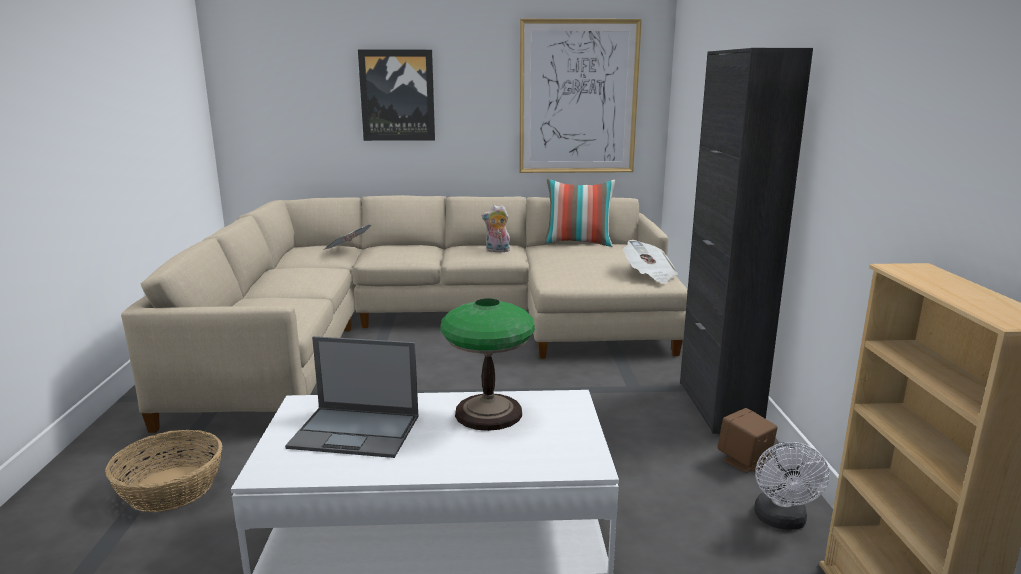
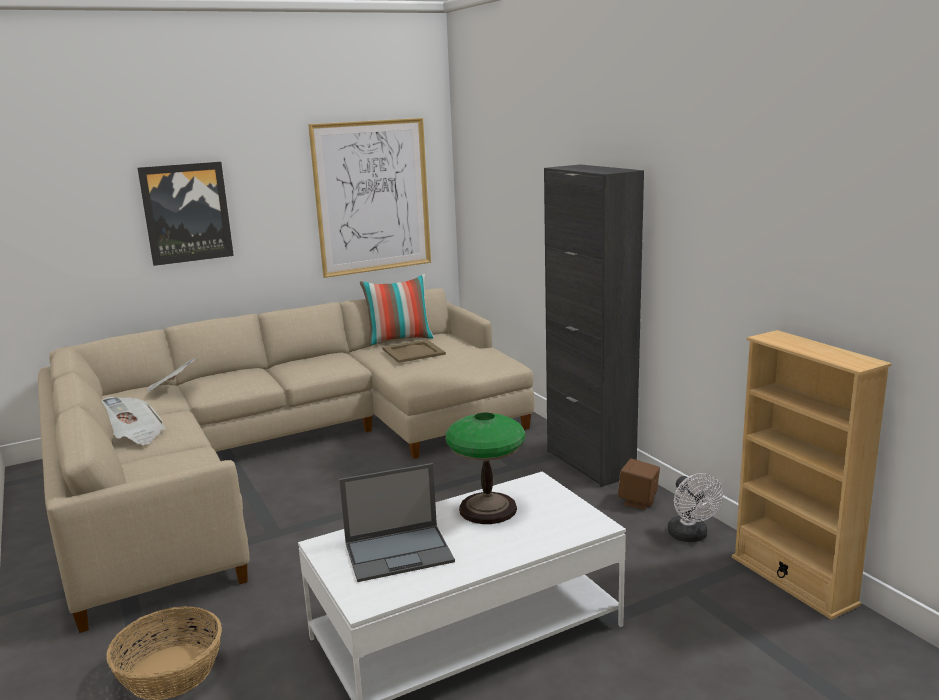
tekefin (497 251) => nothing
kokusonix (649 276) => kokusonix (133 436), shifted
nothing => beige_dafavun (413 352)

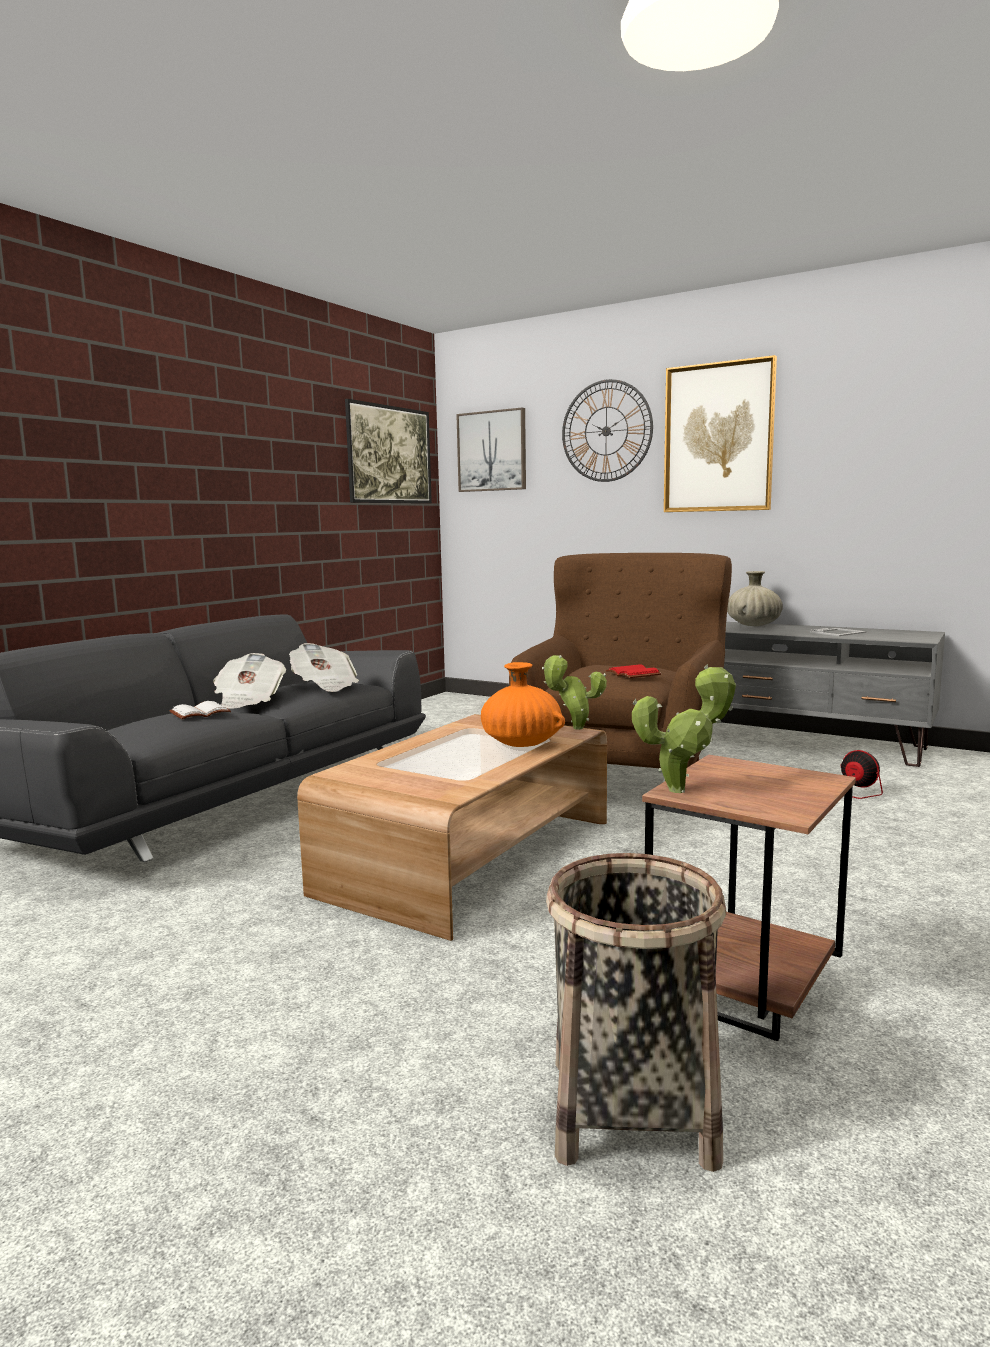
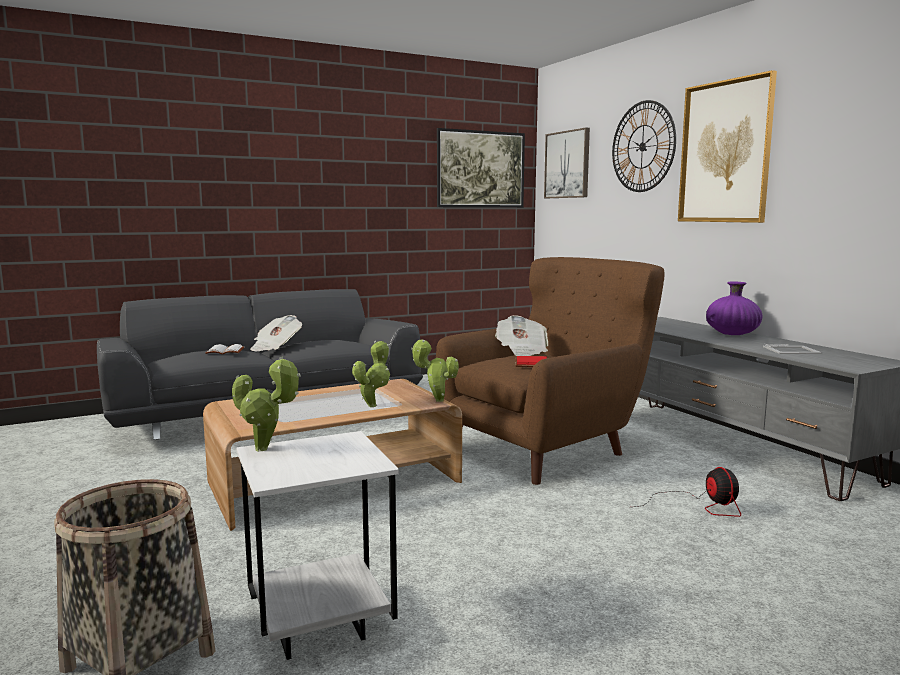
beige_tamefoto (753 625) => purple_tamefoto (732 334)
kokusonix (325 686) => kokusonix (521 351), shifted
orange_tamefoto (521 744) => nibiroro (373 405)
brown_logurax (746 1000) => white_logurax (319 628)

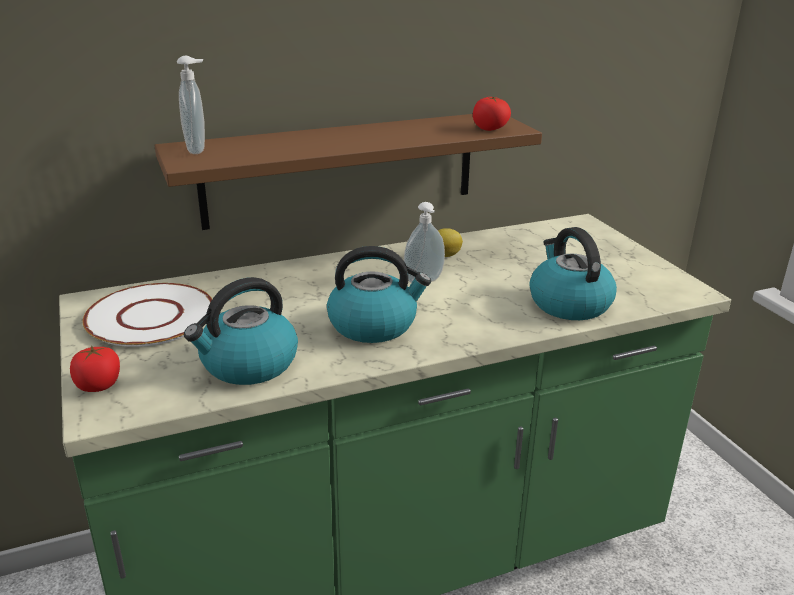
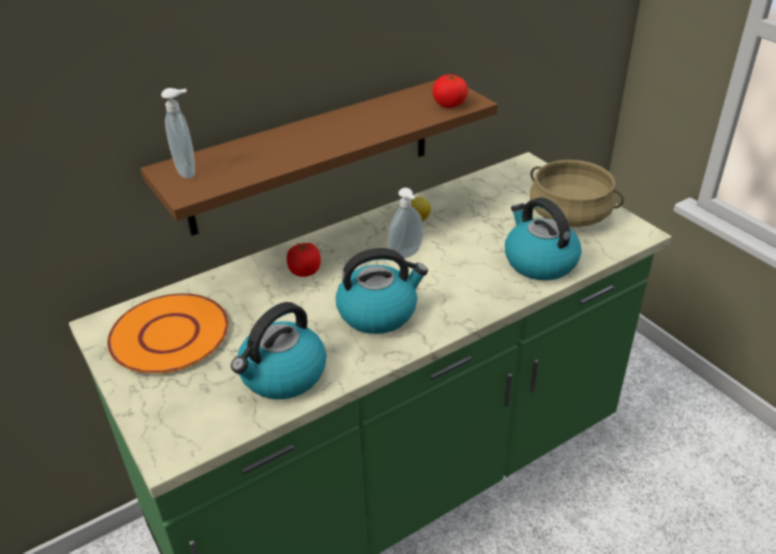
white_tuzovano (151 317) => orange_tuzovano (170 335)
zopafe (98 385) => zopafe (305 271), shifted
nothing => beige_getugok (570 215)

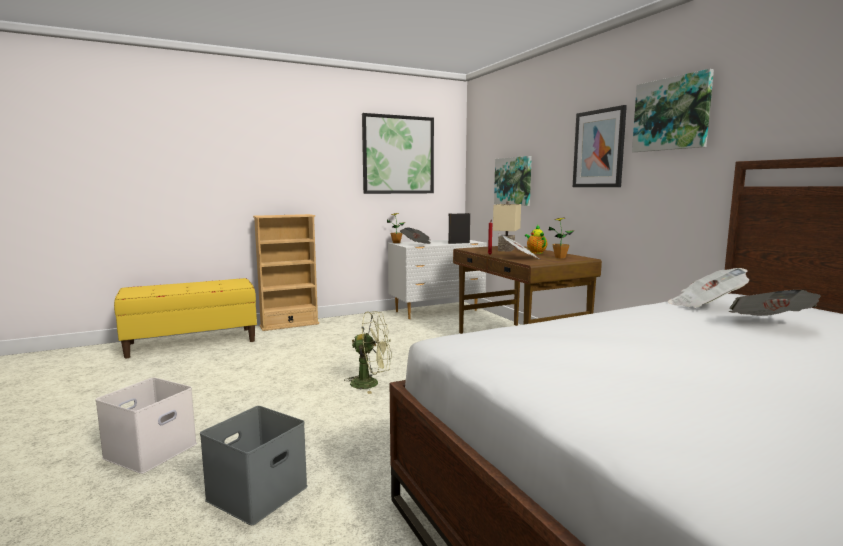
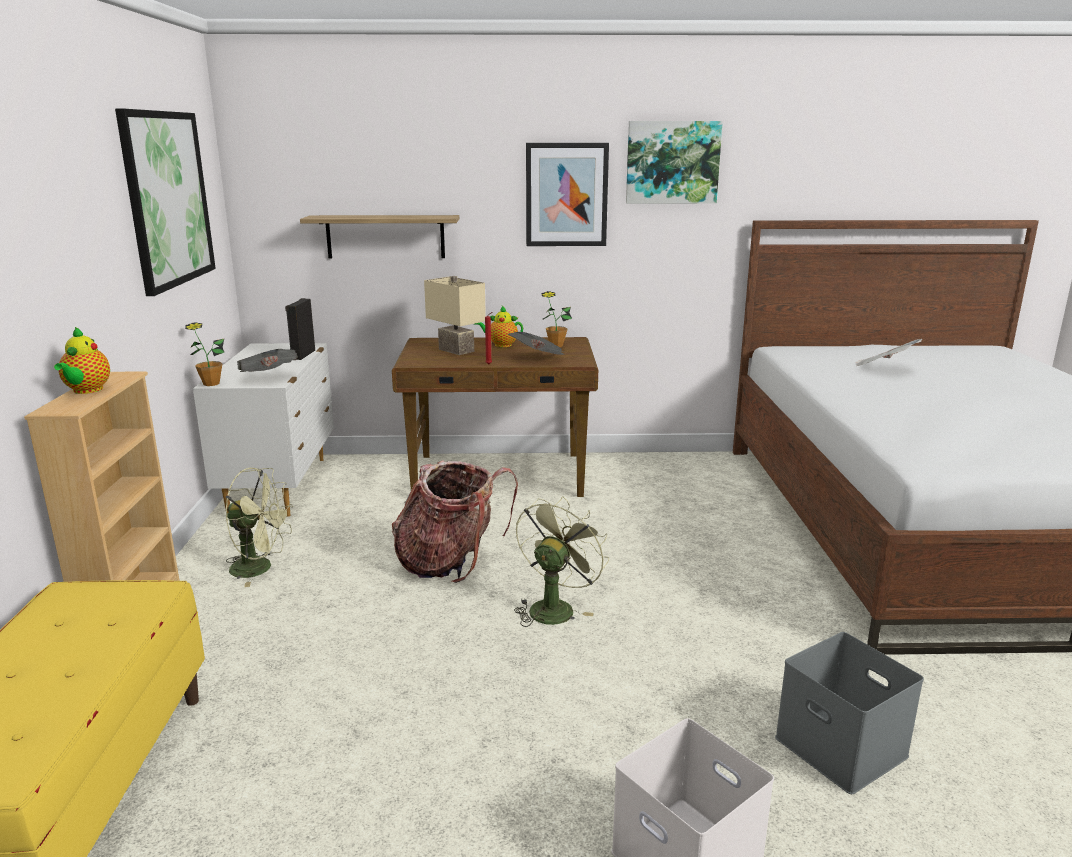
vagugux (513 181) => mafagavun (385 236)
kokusonix (705 305) => nothing
nothing => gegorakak (86 390)
nothing => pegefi (451 563)
nothing => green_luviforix (260 568)

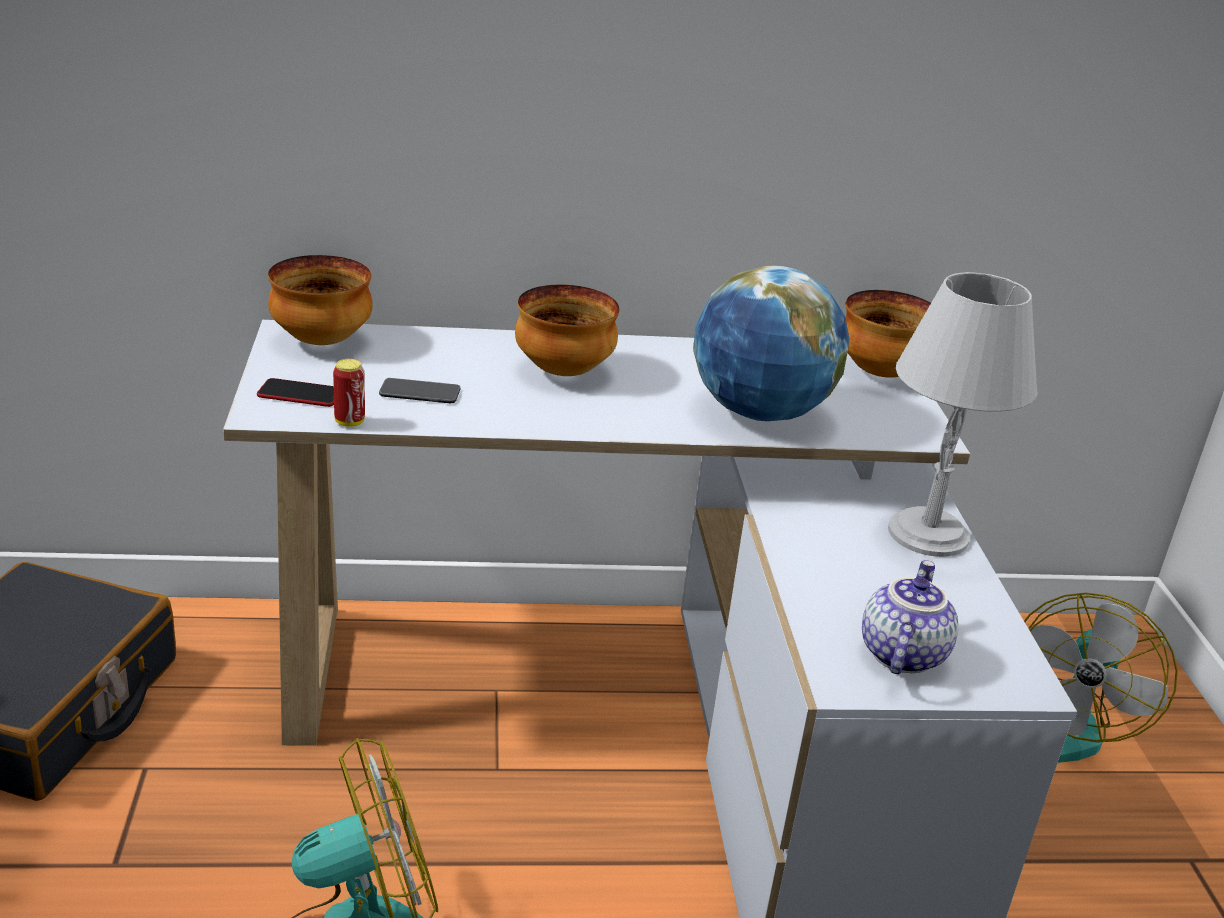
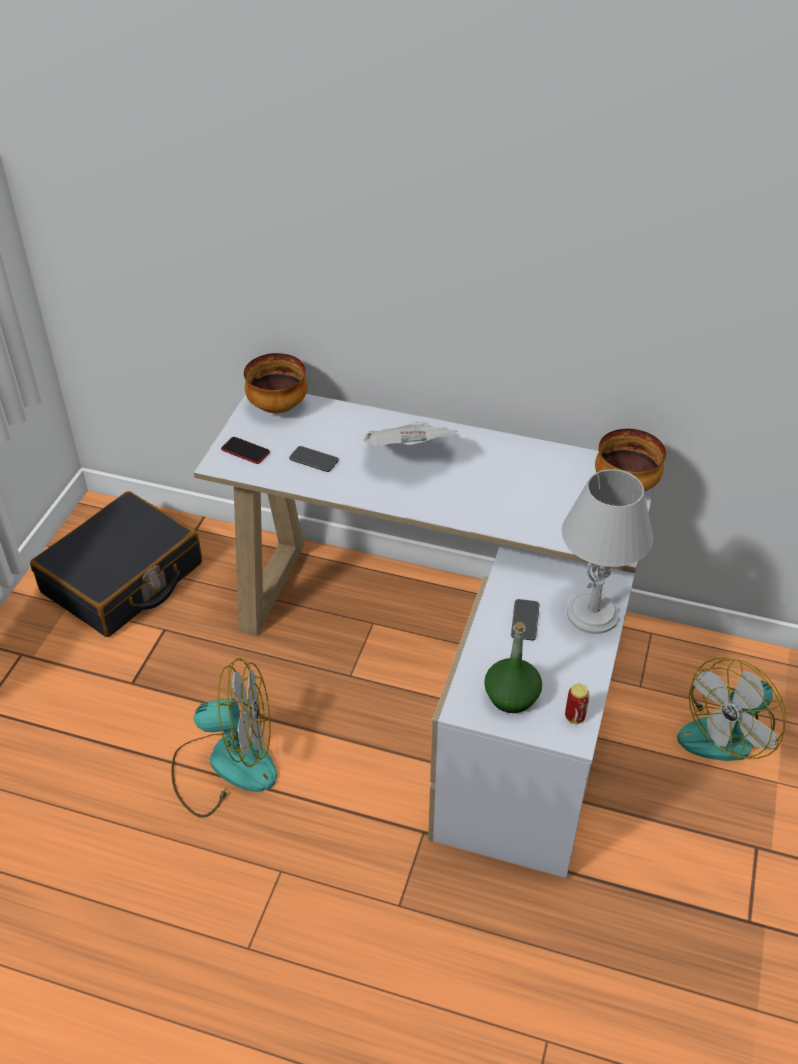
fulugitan (759 413) => nothing
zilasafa (562 371) => kokusonix (409 453)
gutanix (349 422) => gutanix (574 717), shifted
gegorakak (900 653) => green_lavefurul (511 696)
nothing => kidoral (525 620)

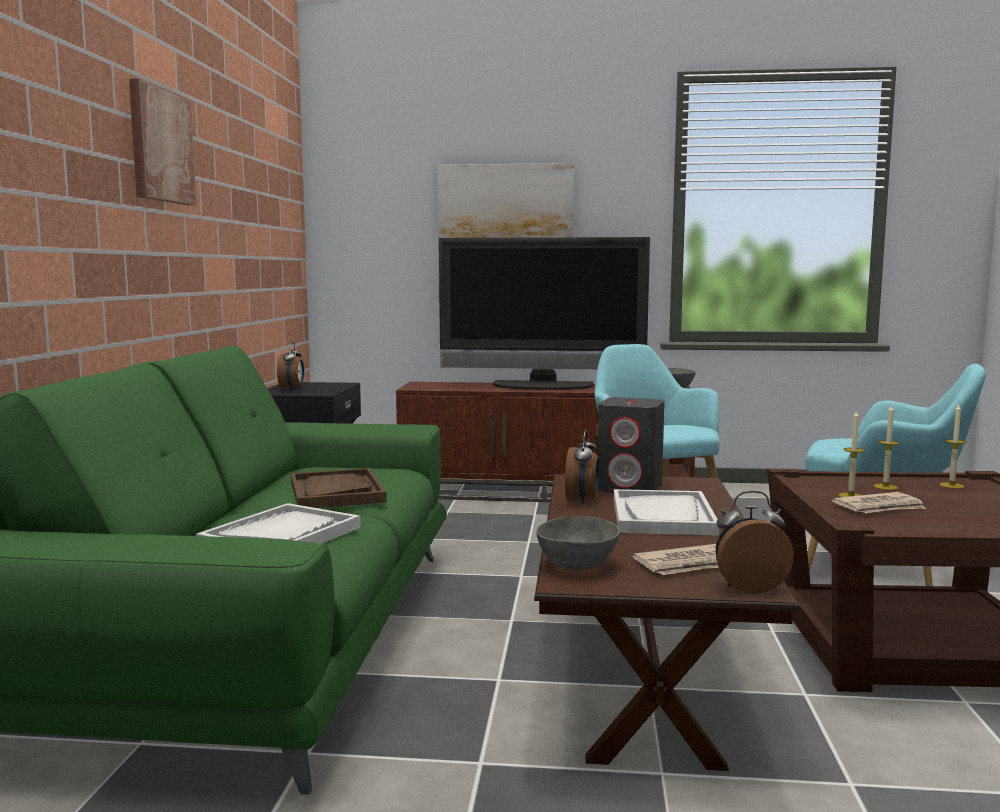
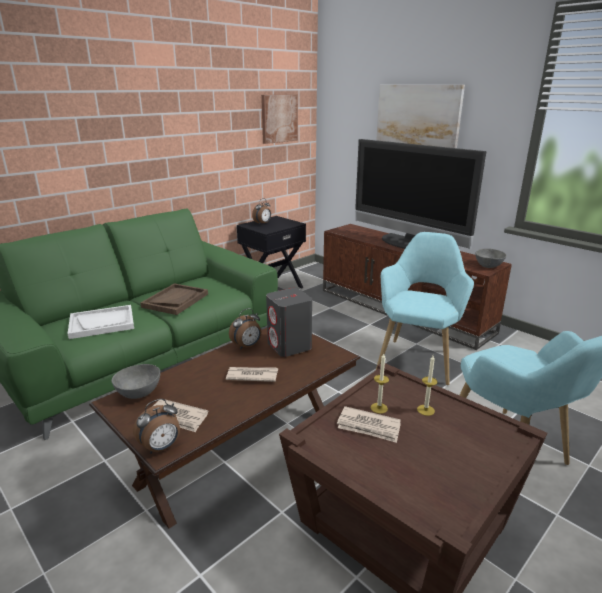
vagugux (160 146) => vagugux (279 118), shifted
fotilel (951 485) => nothing
white_dafavun (662 516) => kokusonix (251 376)
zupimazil (748 587) => zupimazil (161 447), 105 degrees clockwise

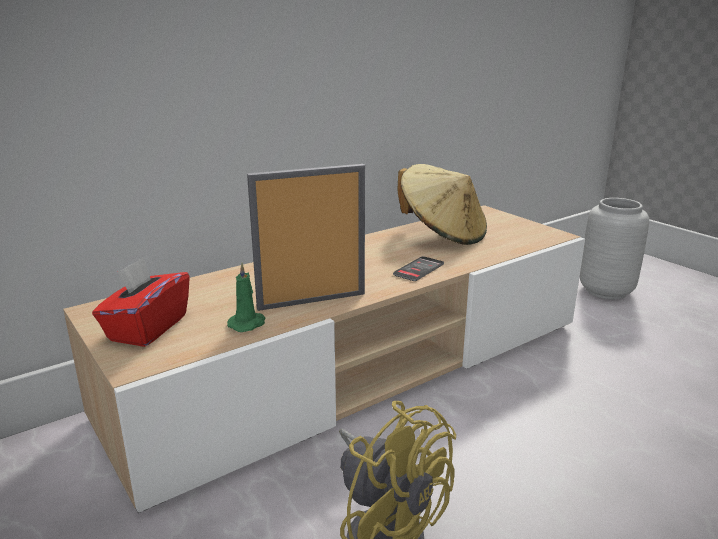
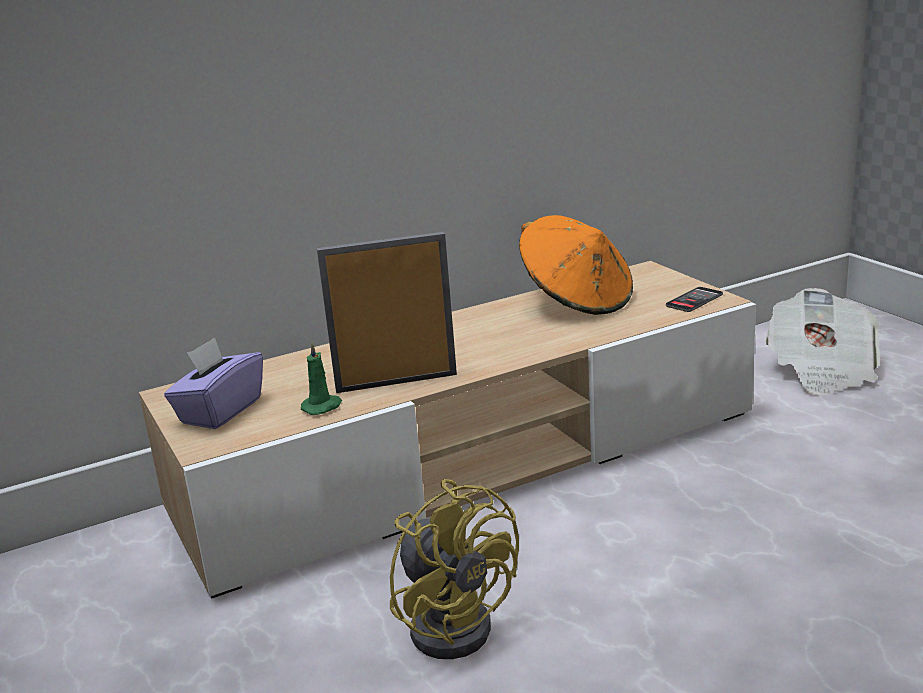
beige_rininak (442 234) => orange_rininak (577 301)
grey_tamefoto (606 291) => kokusonix (821 370)
kidoral (419 269) => kidoral (694 300), shifted
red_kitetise (147 328) => purple_kitetise (220 411)

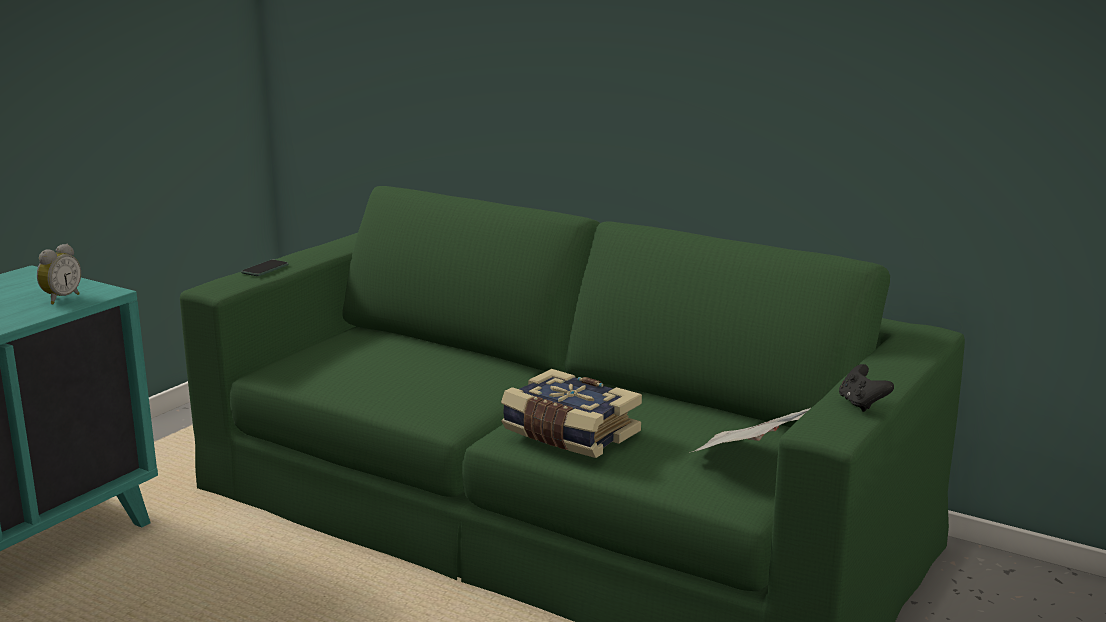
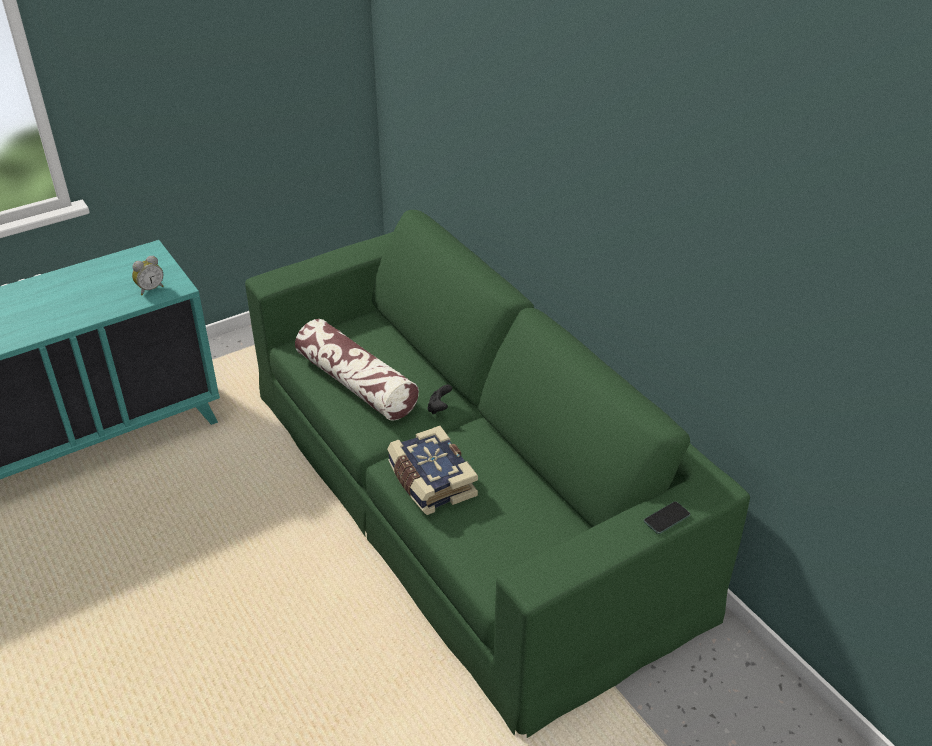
kidoral (265 269) => kidoral (666 518), shifted
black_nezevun (862 404) => black_nezevun (439 408), shifted
kokusonix (749 460) => nothing
nothing => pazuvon (357 384)

